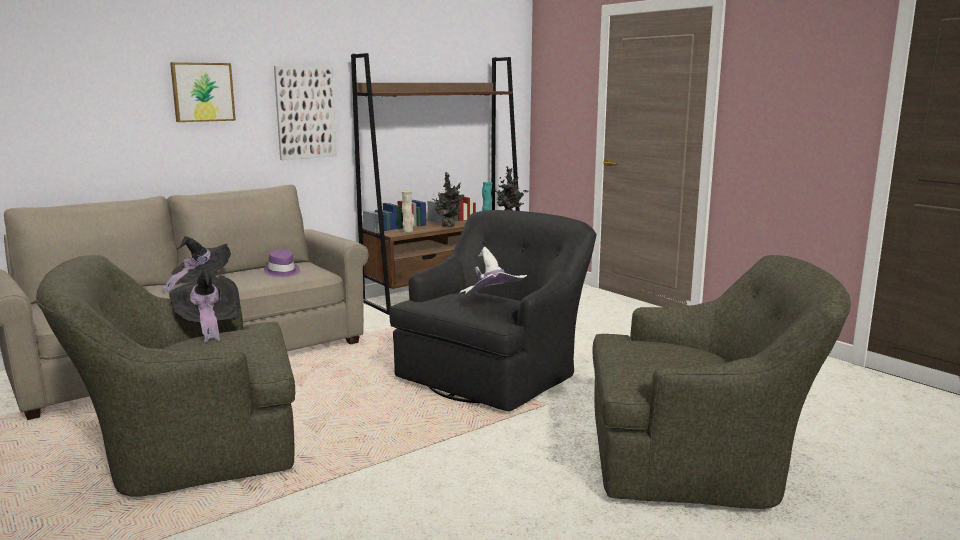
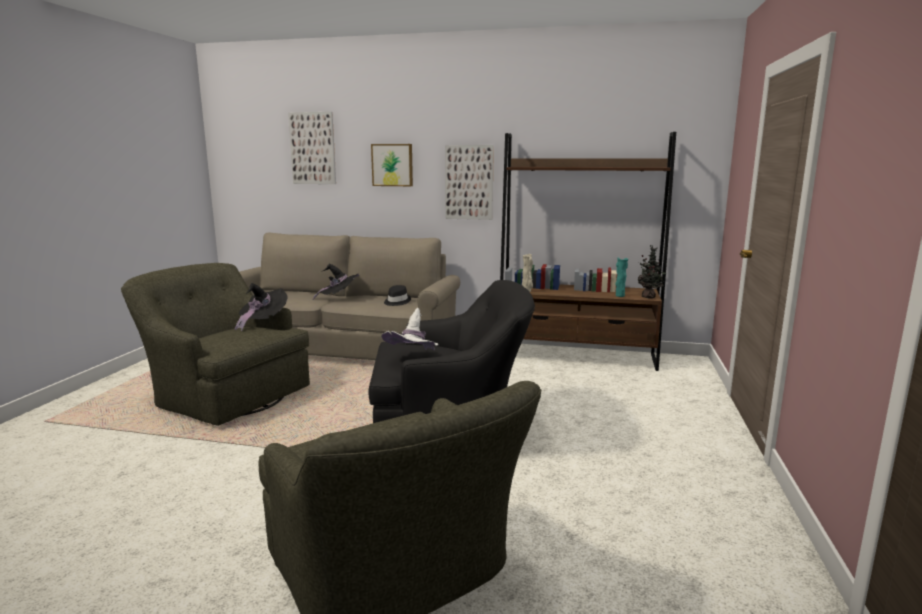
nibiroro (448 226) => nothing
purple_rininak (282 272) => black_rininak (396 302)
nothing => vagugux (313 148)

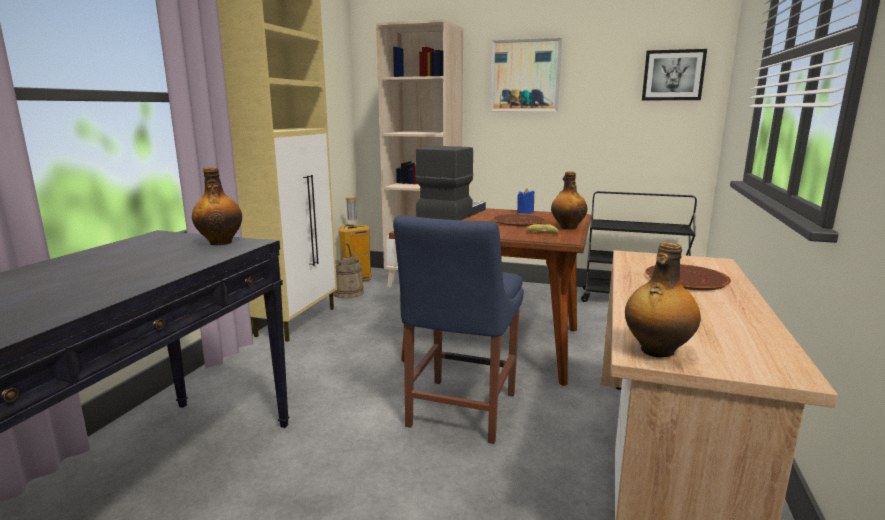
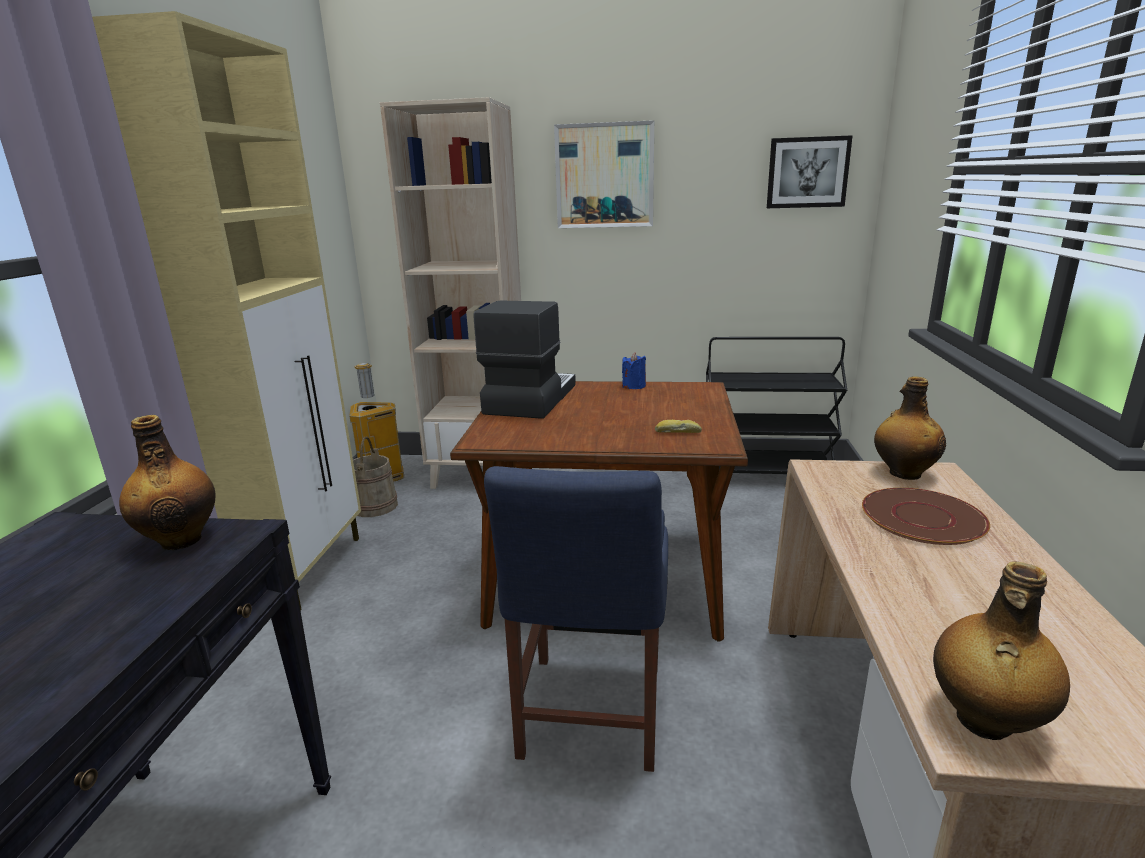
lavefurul (567 227) => lavefurul (903 473), shifted
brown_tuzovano (518 221) => nothing

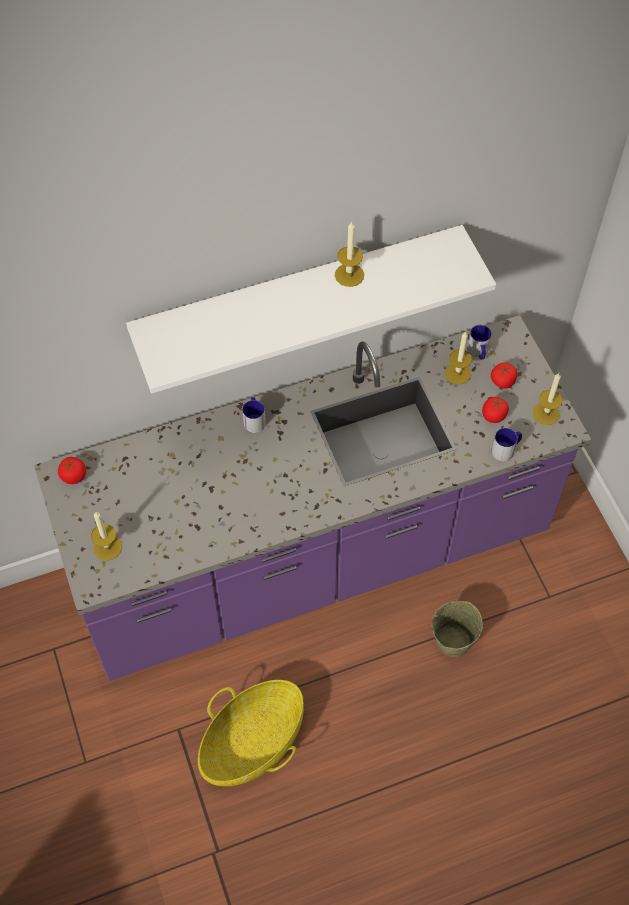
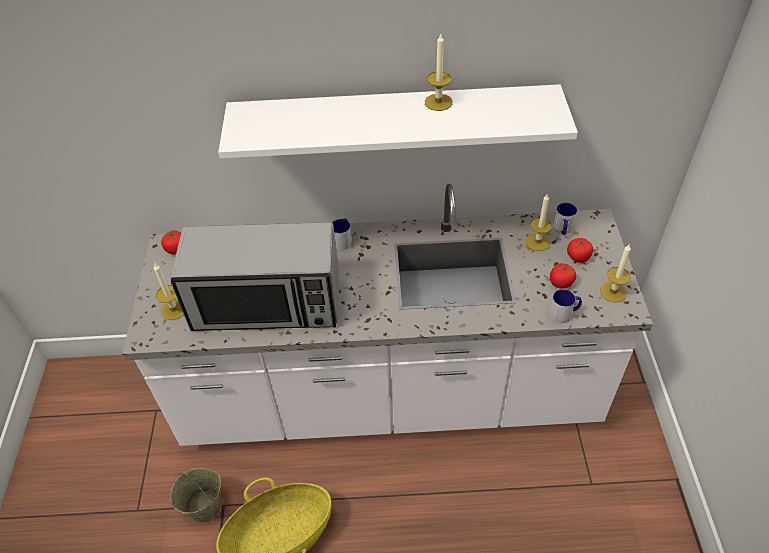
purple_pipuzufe (314 559) => white_pipuzufe (390 396)
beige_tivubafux (453 640) => beige_tivubafux (205 506), shifted
nothing => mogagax (267 303)

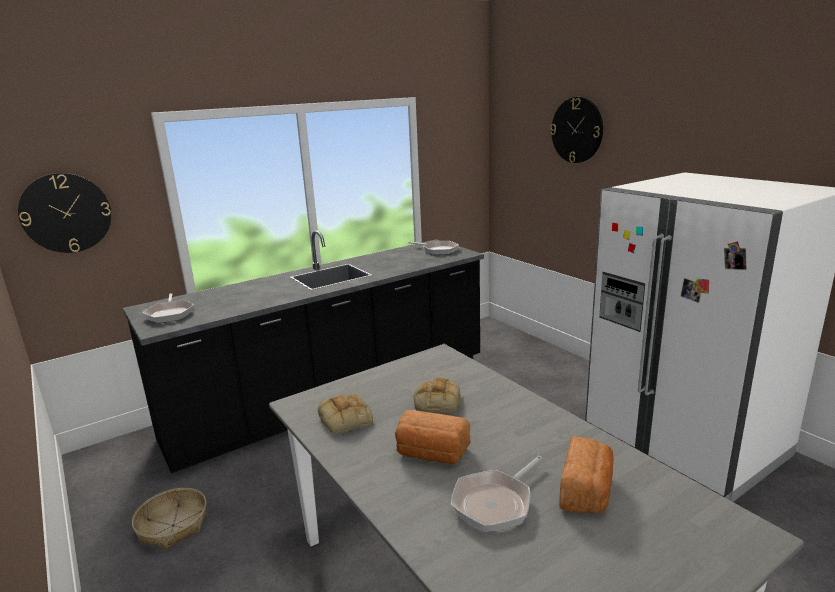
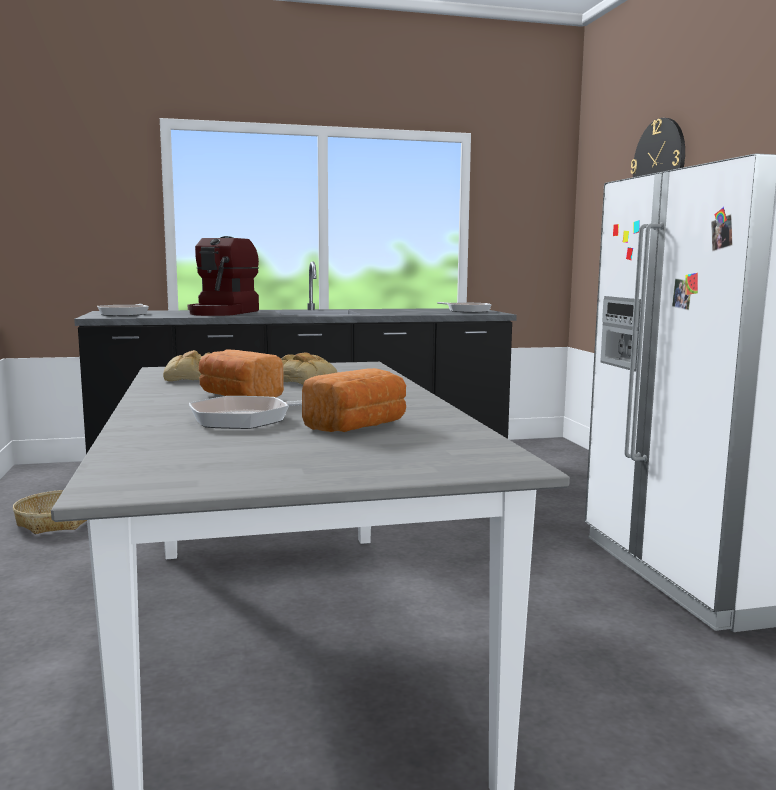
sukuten (66 213) => nothing
nothing => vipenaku (224 312)

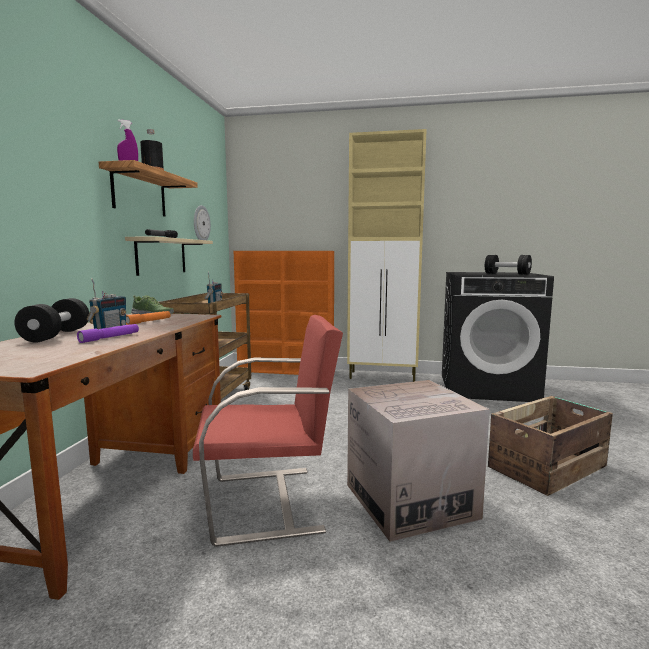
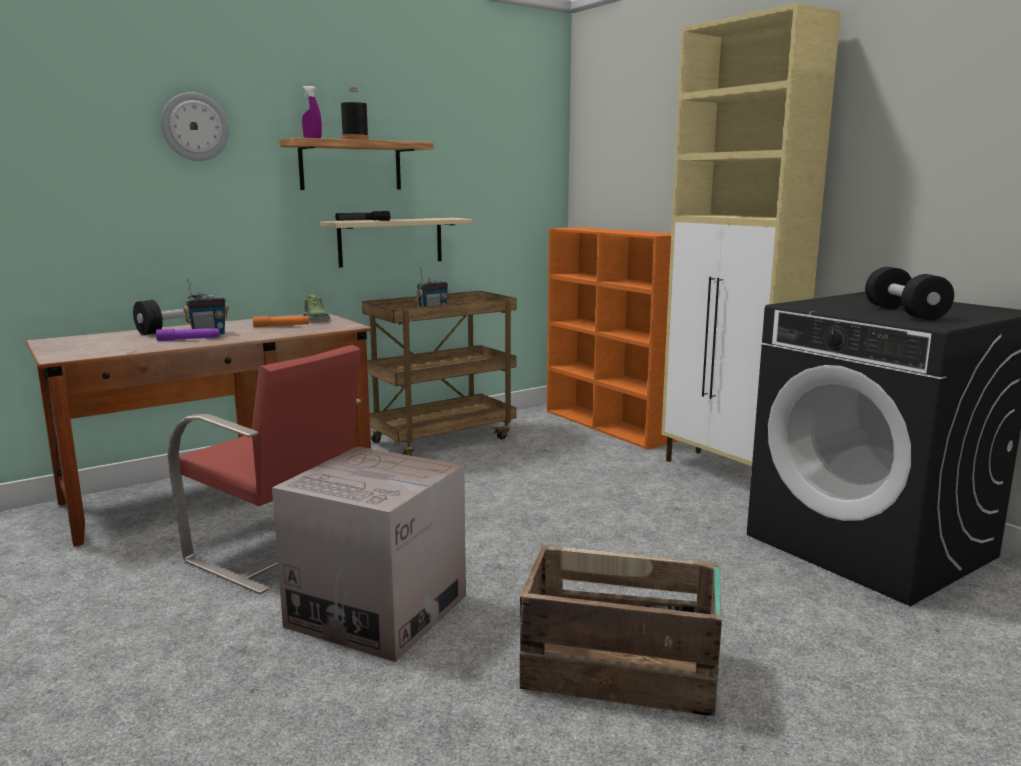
sukuten (201 223) => sukuten (195 127), shifted

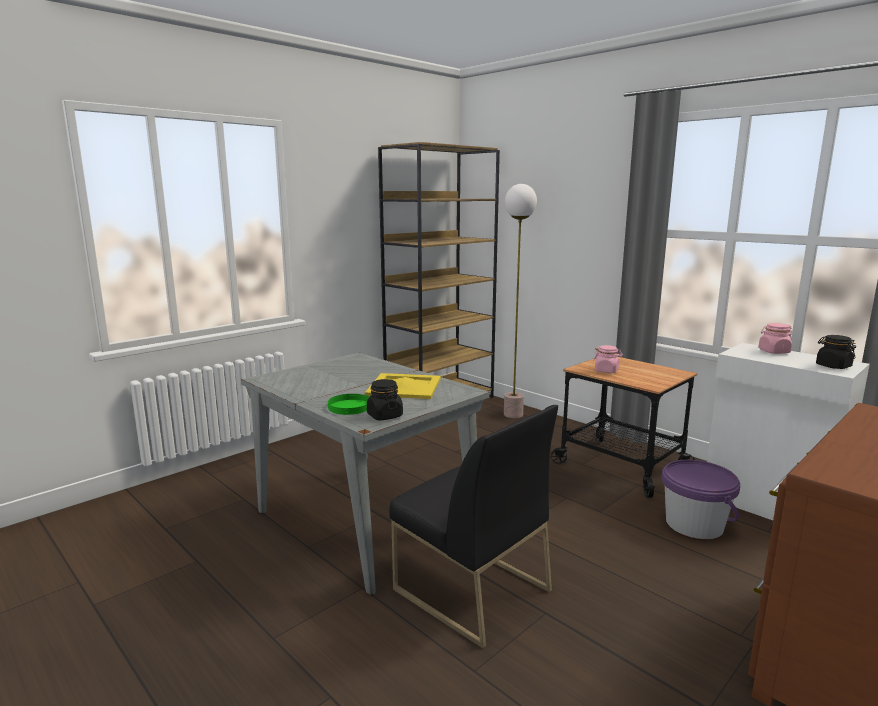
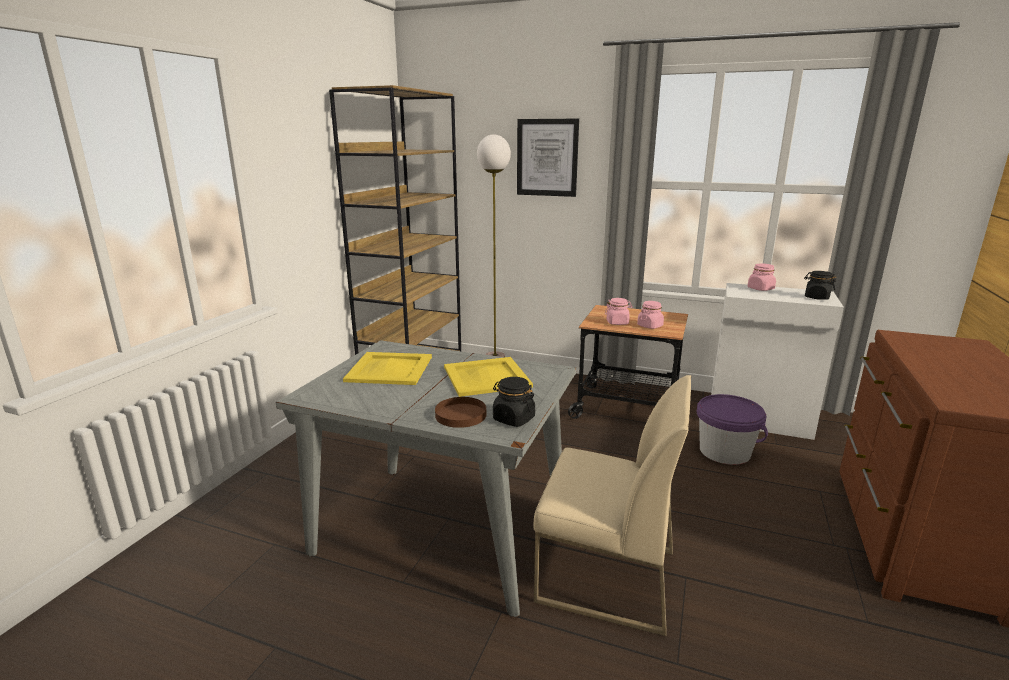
green_tuzovano (350 406) => brown_tuzovano (461 415)
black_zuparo (470 590) => beige_zuparo (605 576)
nothing => vagugux (547 157)
nothing => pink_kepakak (650 326)
nothing => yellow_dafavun (390 368)

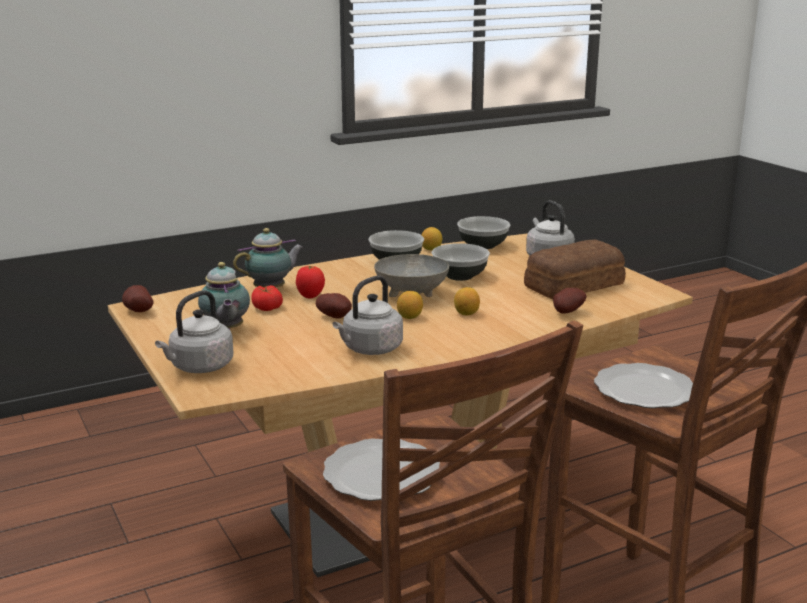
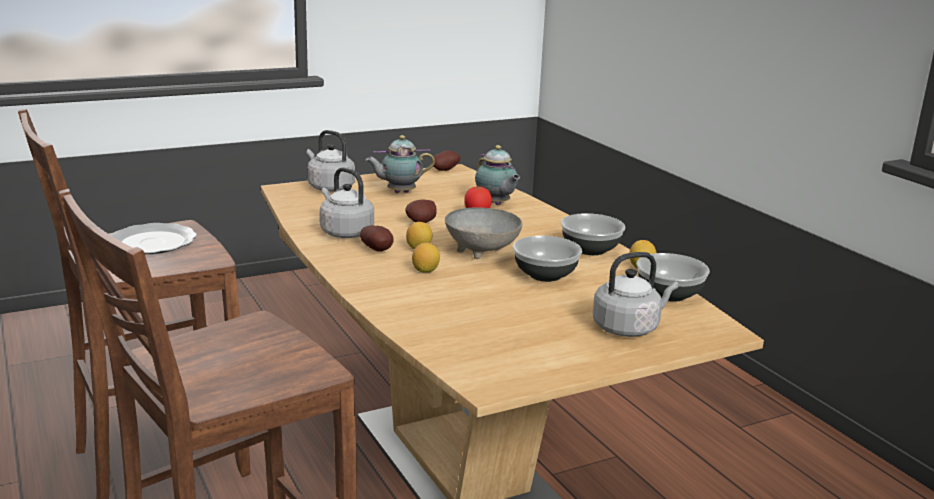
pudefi (571 285) => nothing
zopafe (266 307) => nothing
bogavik (566 312) => bogavik (378 250), shifted
tuzovano (646 390) => nothing

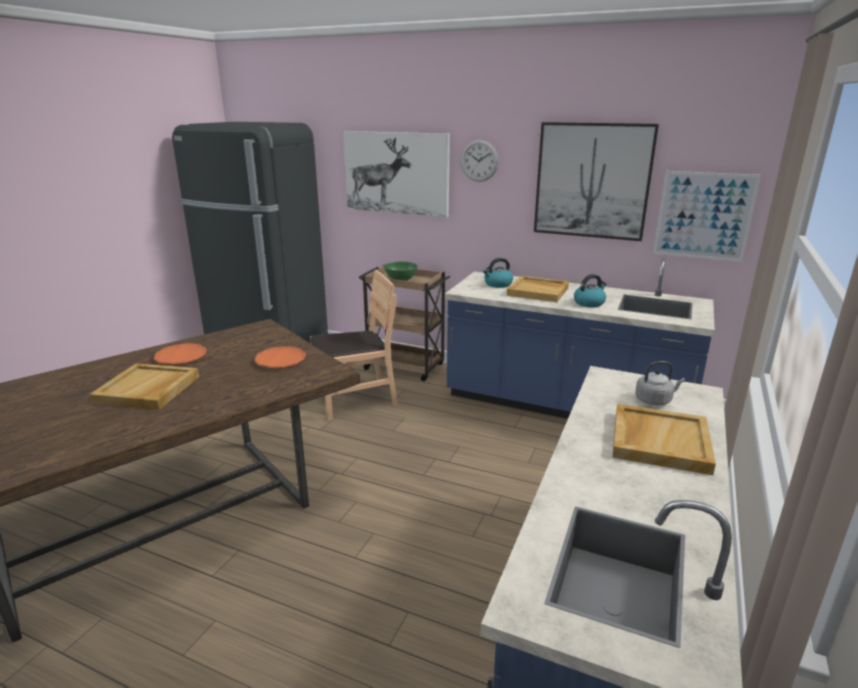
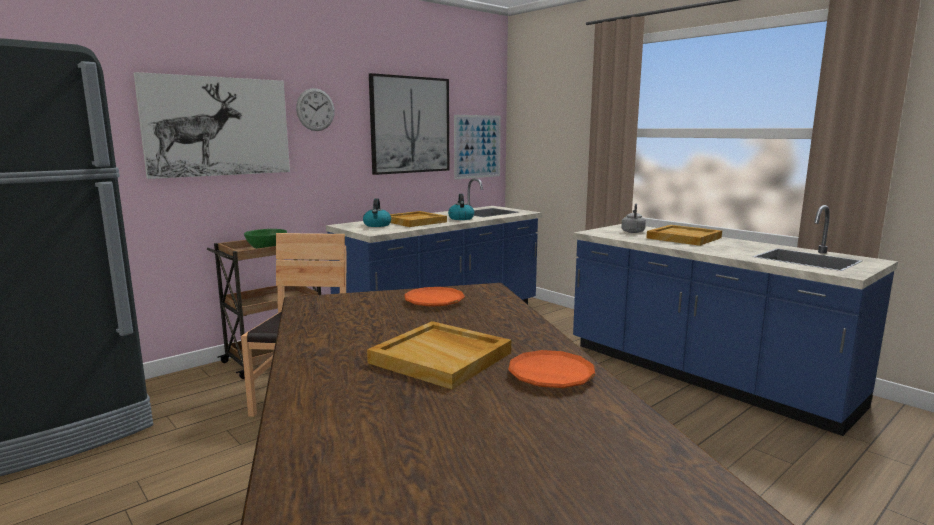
orange_tuzovano (181 358) => orange_tuzovano (551 375), shifted

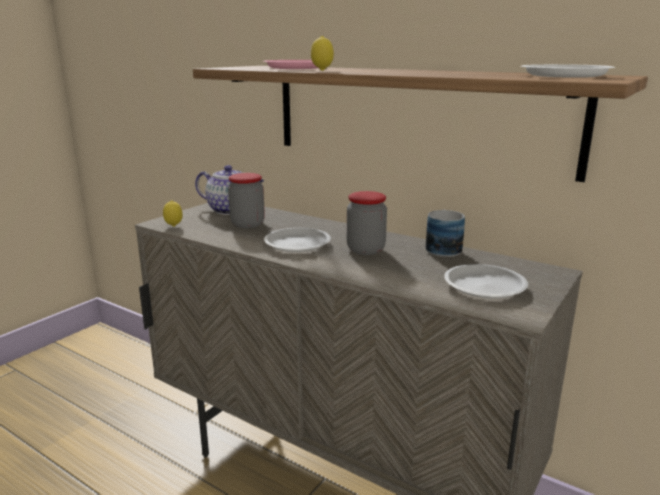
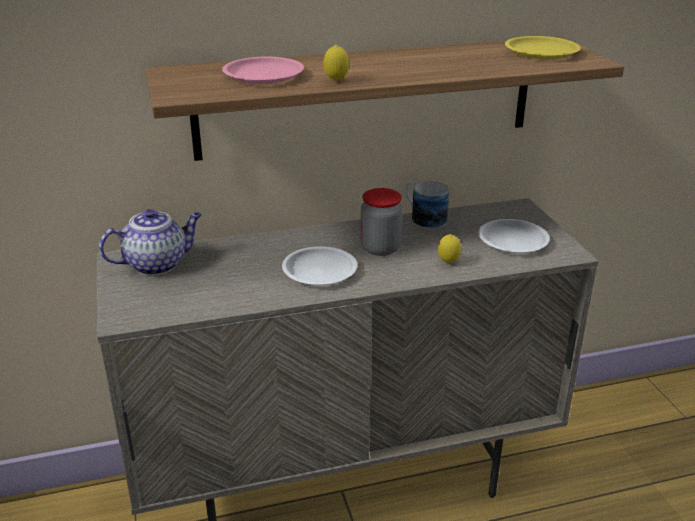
white_tuzovano (564 76) => yellow_tuzovano (541 53)
kepakak (247 224) => nothing
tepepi (174 226) => tepepi (448 263), shifted

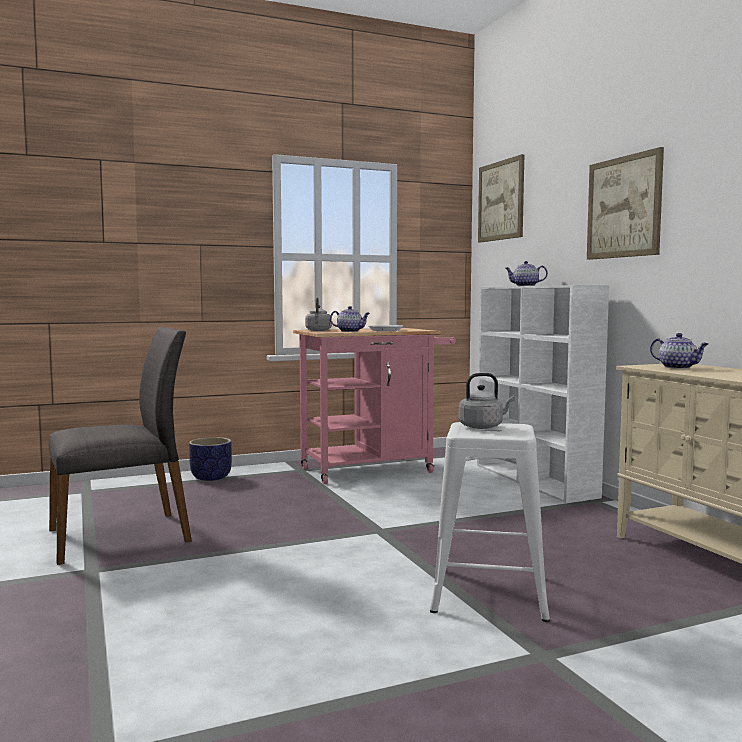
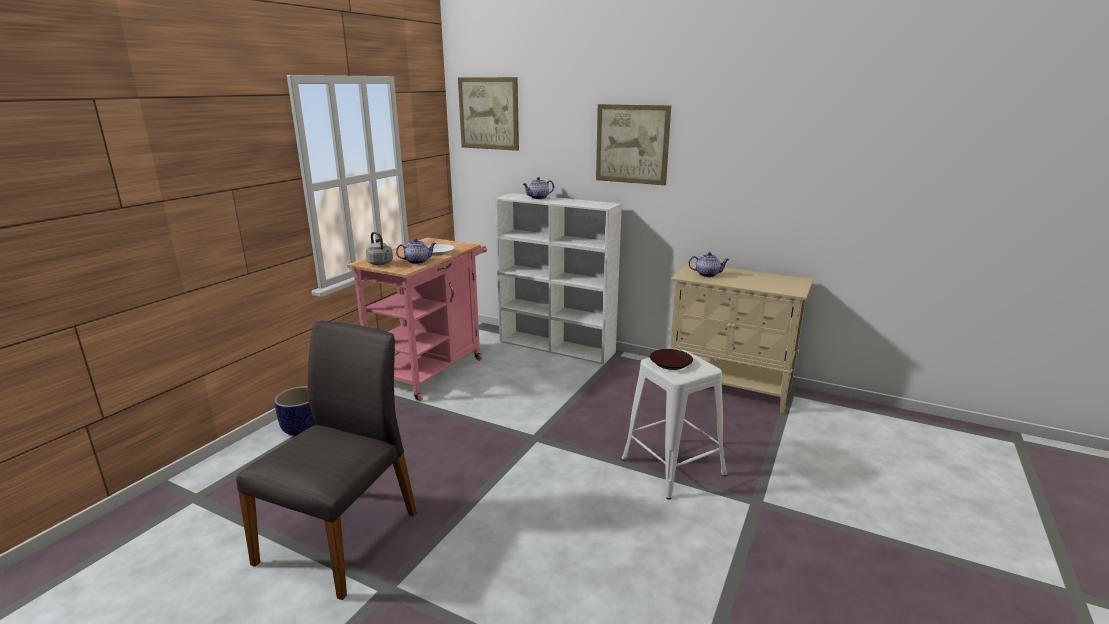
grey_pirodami (483 426) => brown_tuzovano (670 362)

